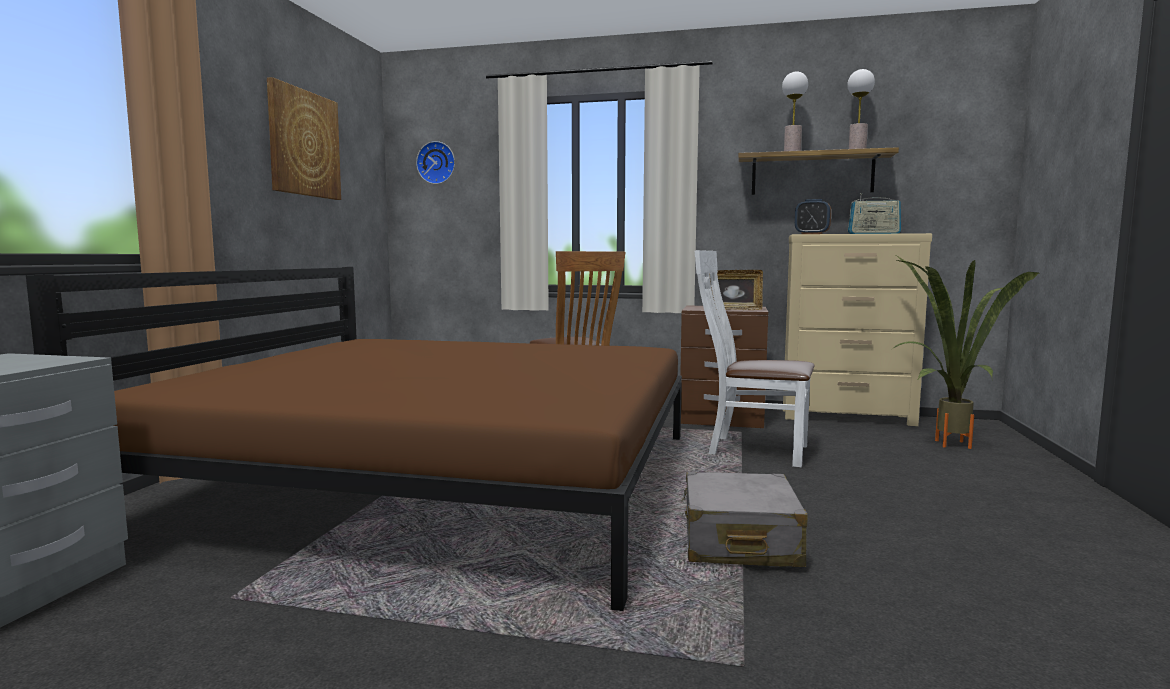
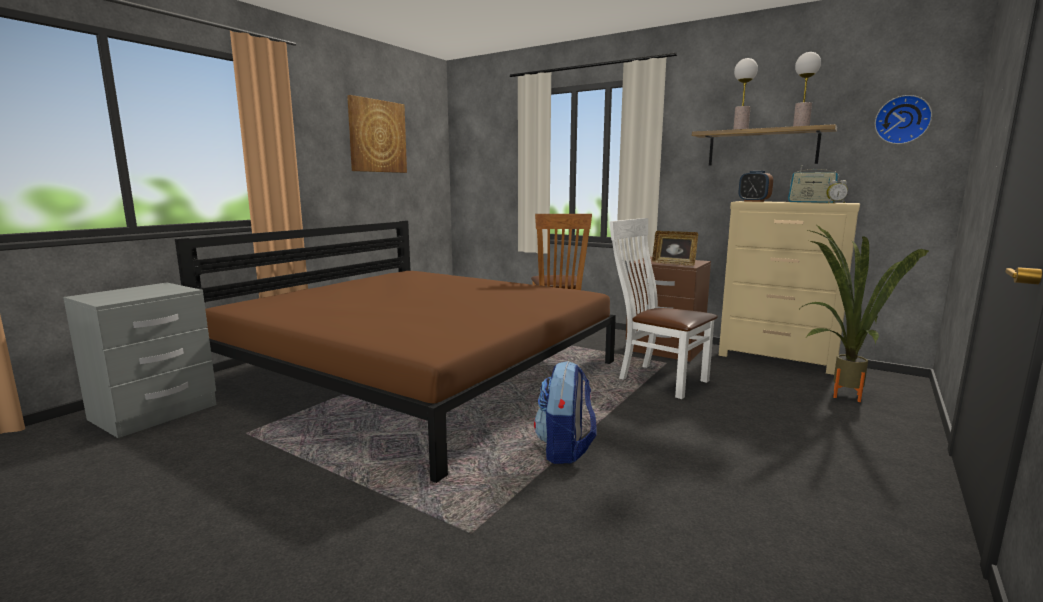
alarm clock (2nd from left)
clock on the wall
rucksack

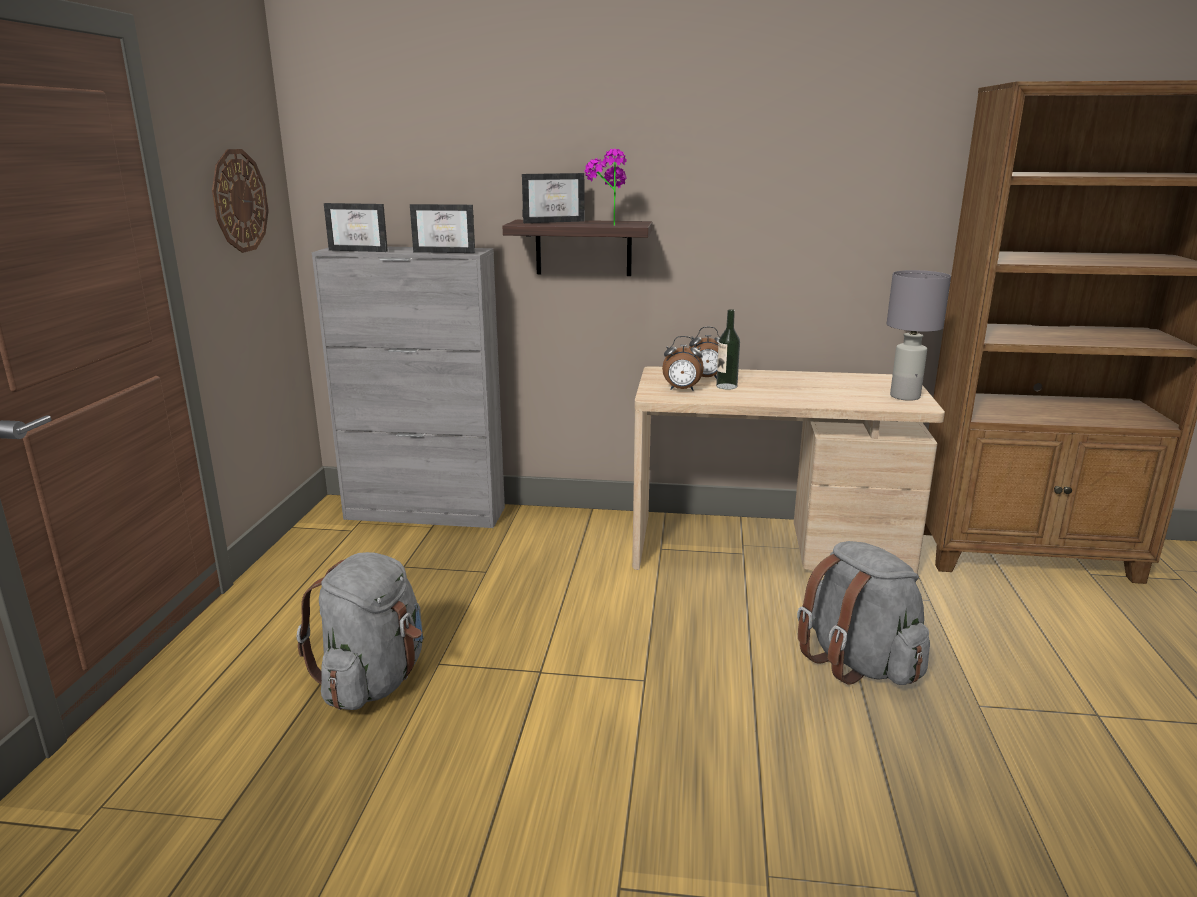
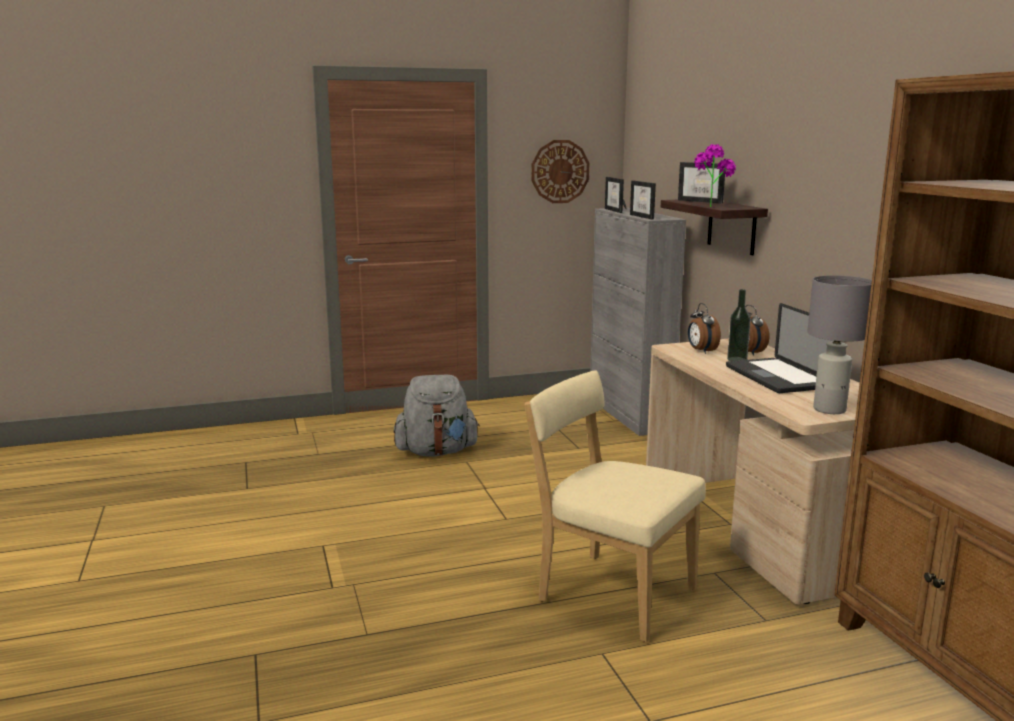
notebook computer
beige chair

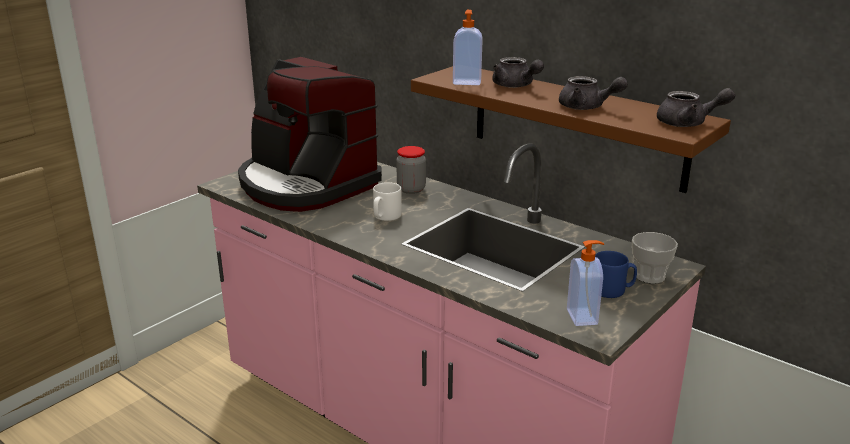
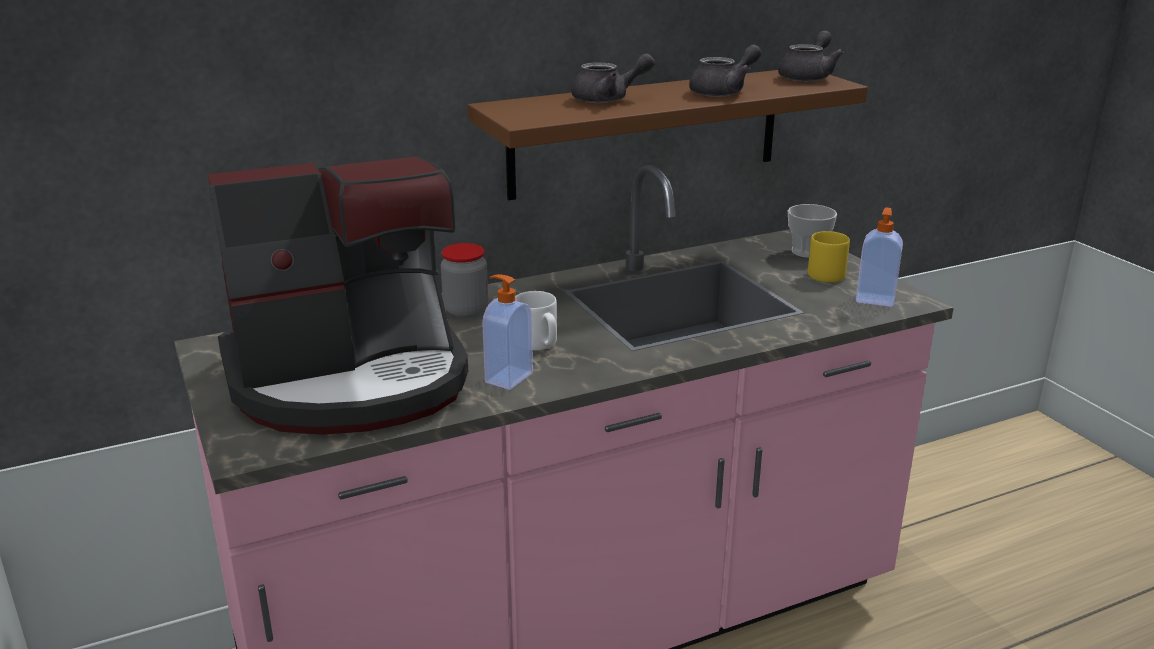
liquid soap bottle (1st from left)
yellowish tea mug

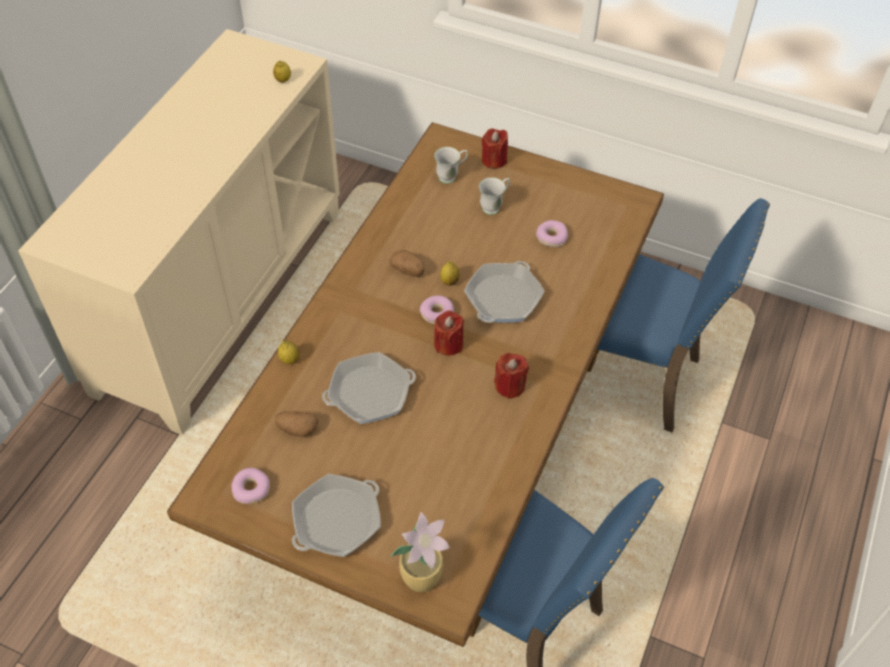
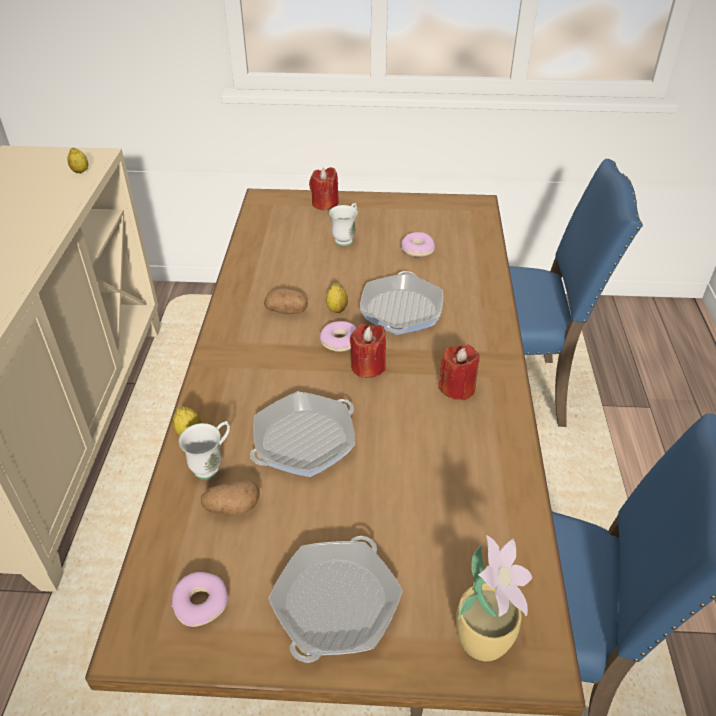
white-coloured tea mug (1st from left)

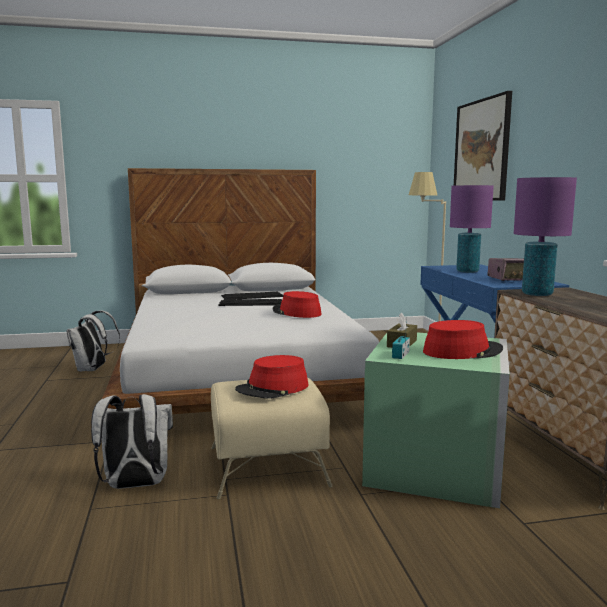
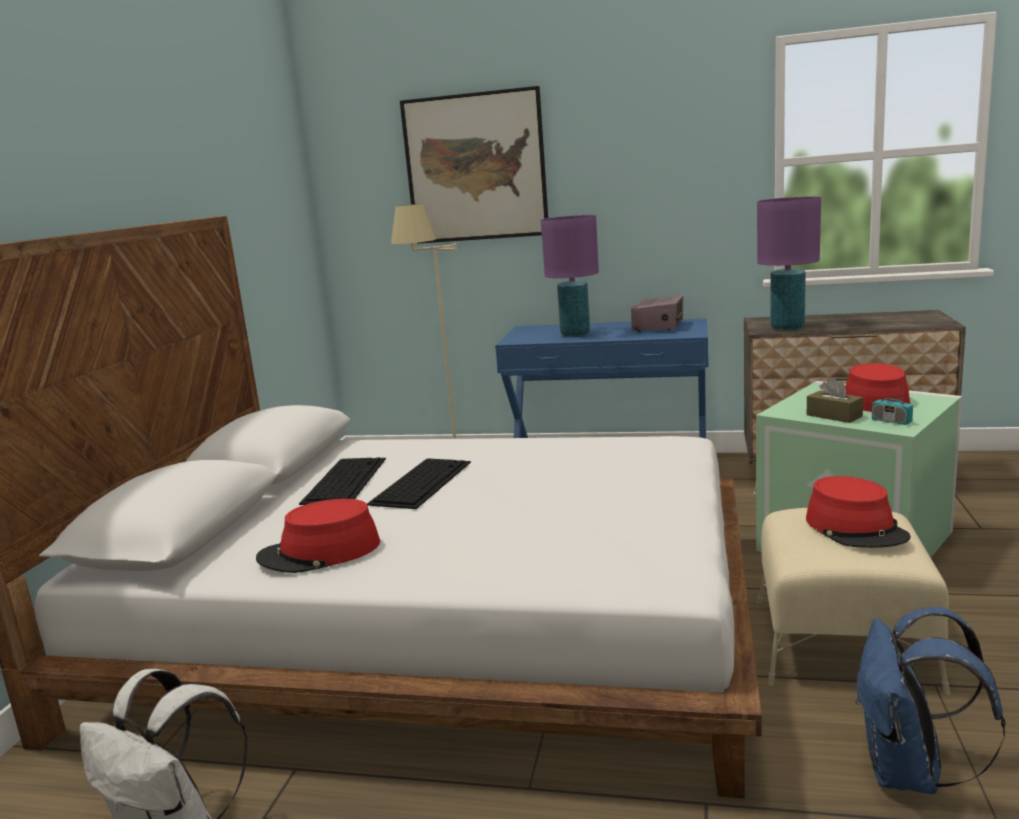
red-coloured clothing hat (1st from left)
blue-coloured rucksack

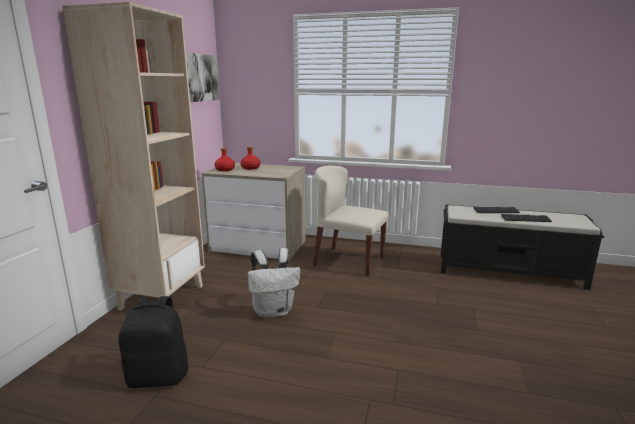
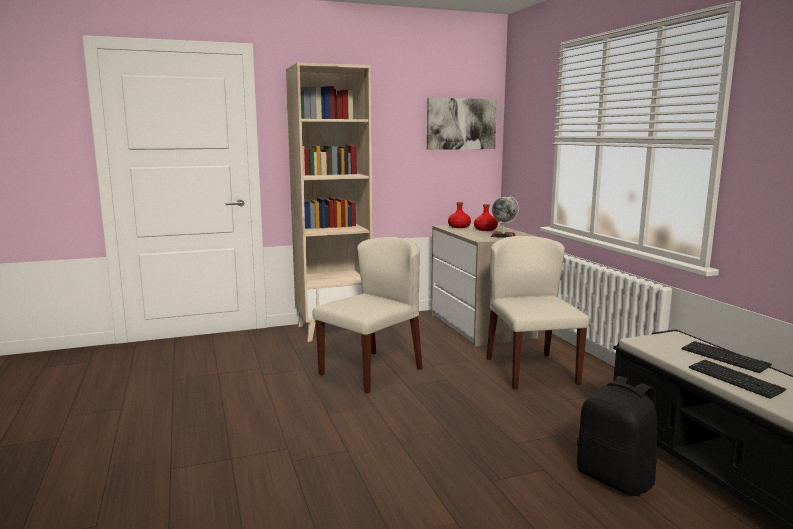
world globe
black-coloured rucksack
beige chair (1st from left)

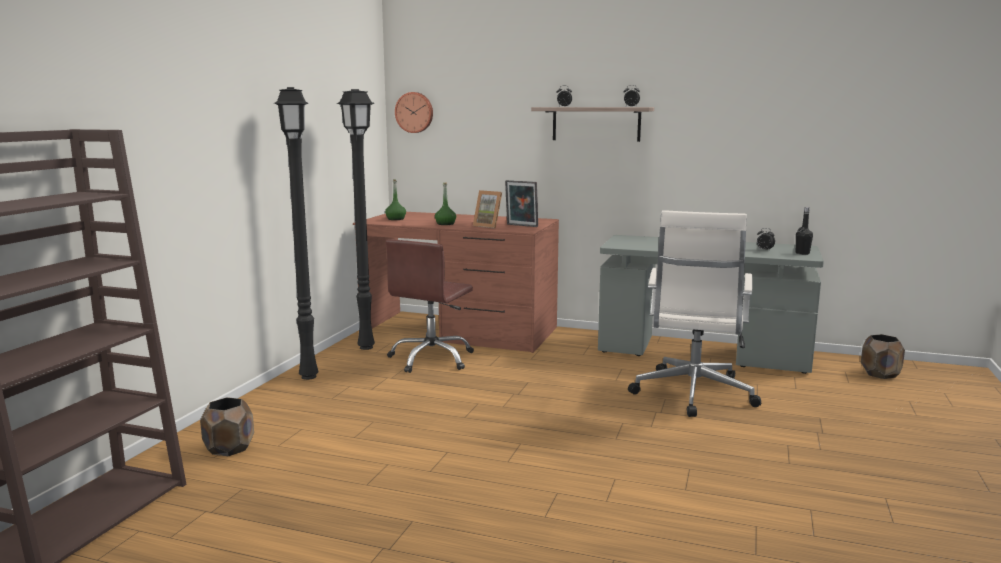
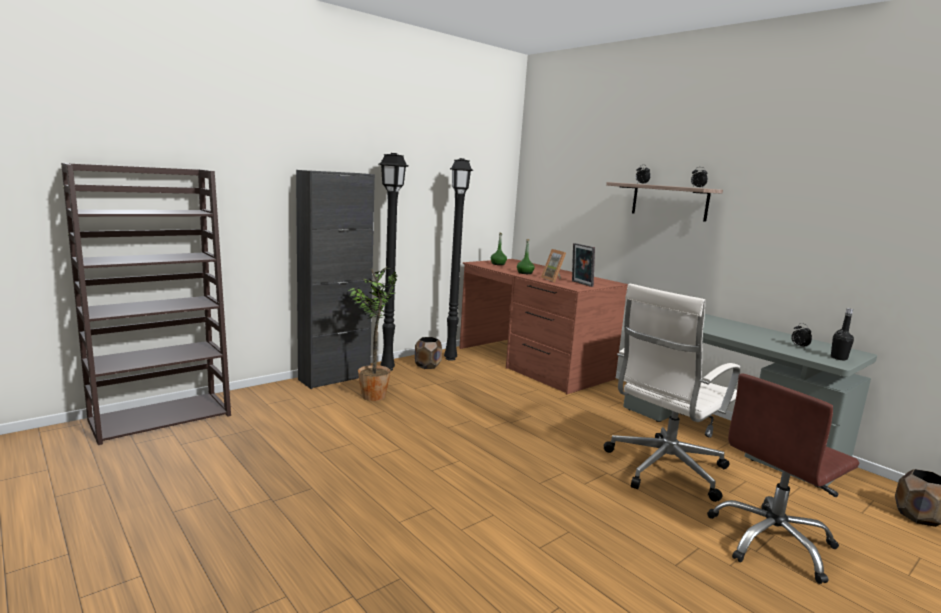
clock on the wall
black-coloured storage cabinet
houseplant
brown-coloured flower pot (1st from left)
brown-coloured office chair

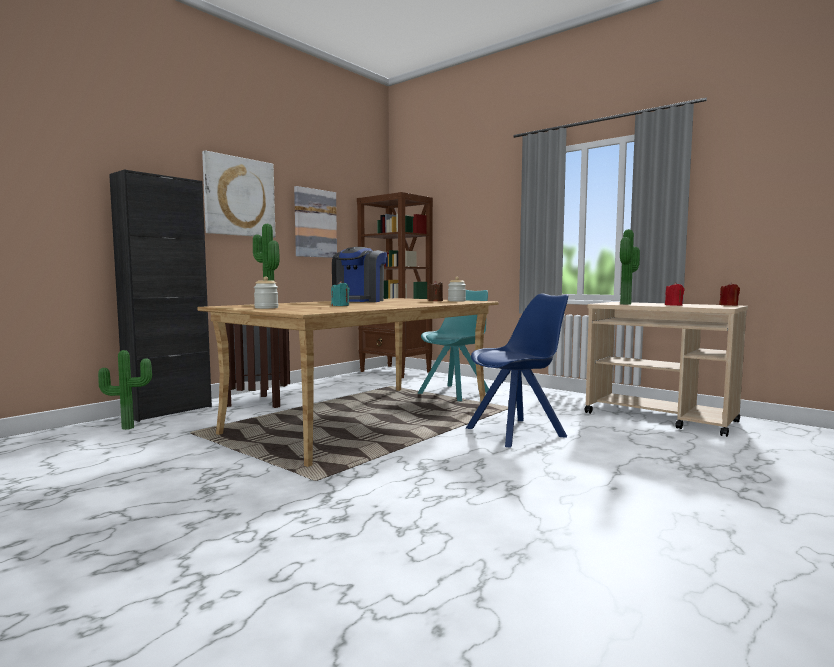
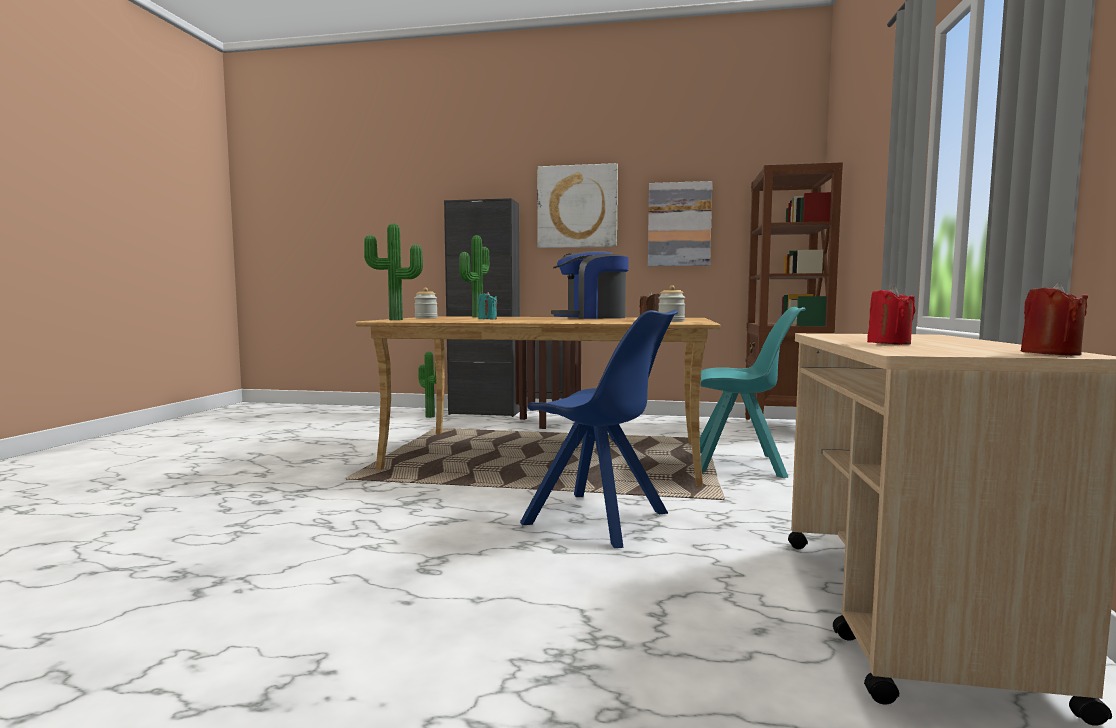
houseplant (1st from left)

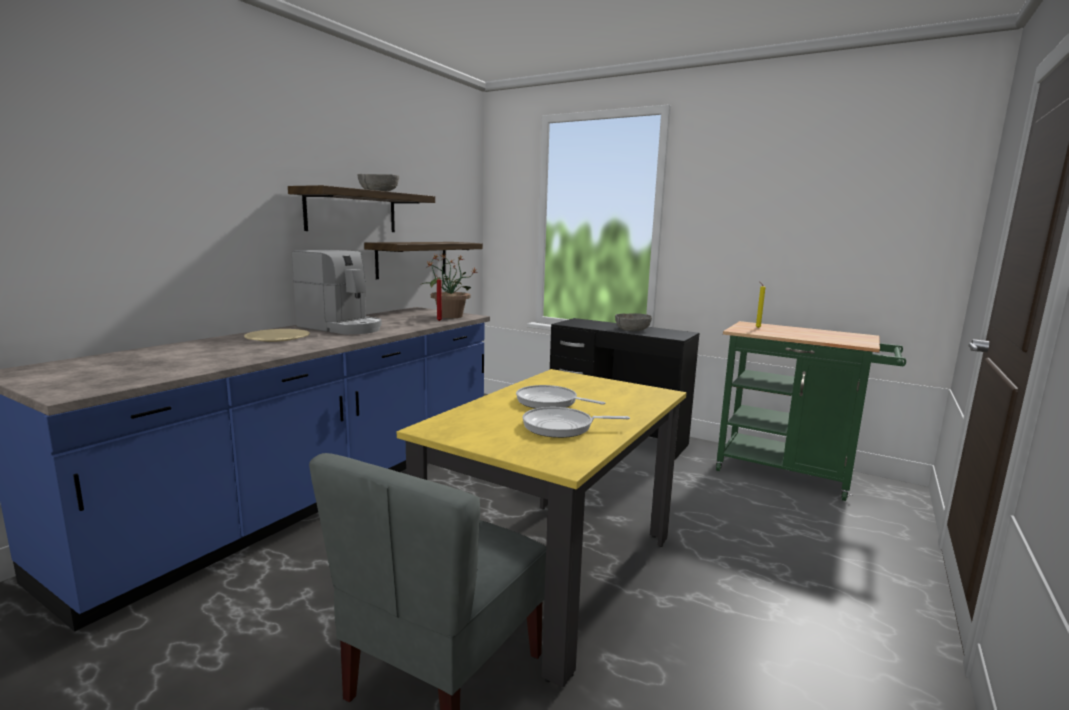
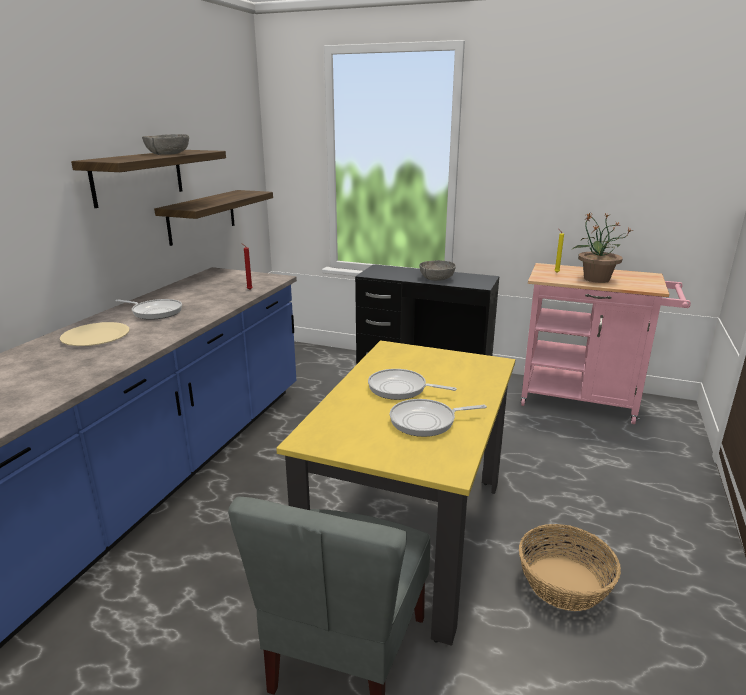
storage basket
houseplant
pan (1st from left)
pink-coloured wheeled cart

